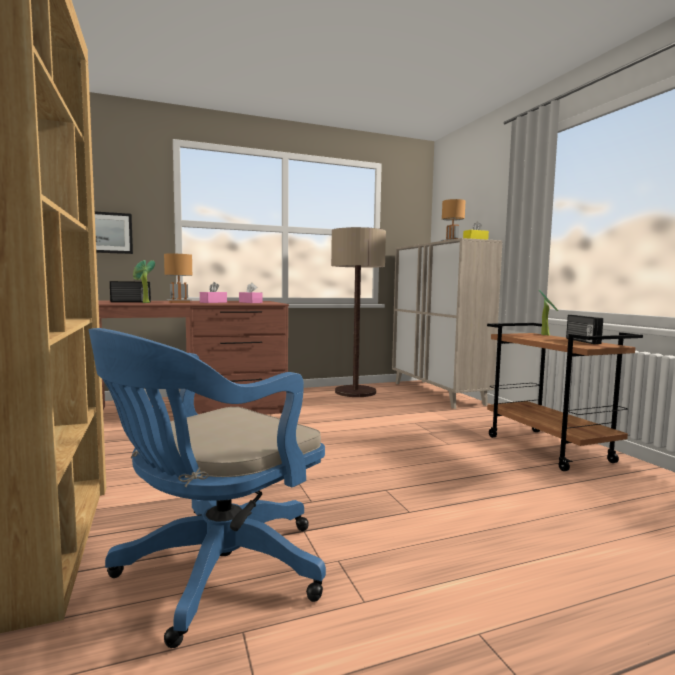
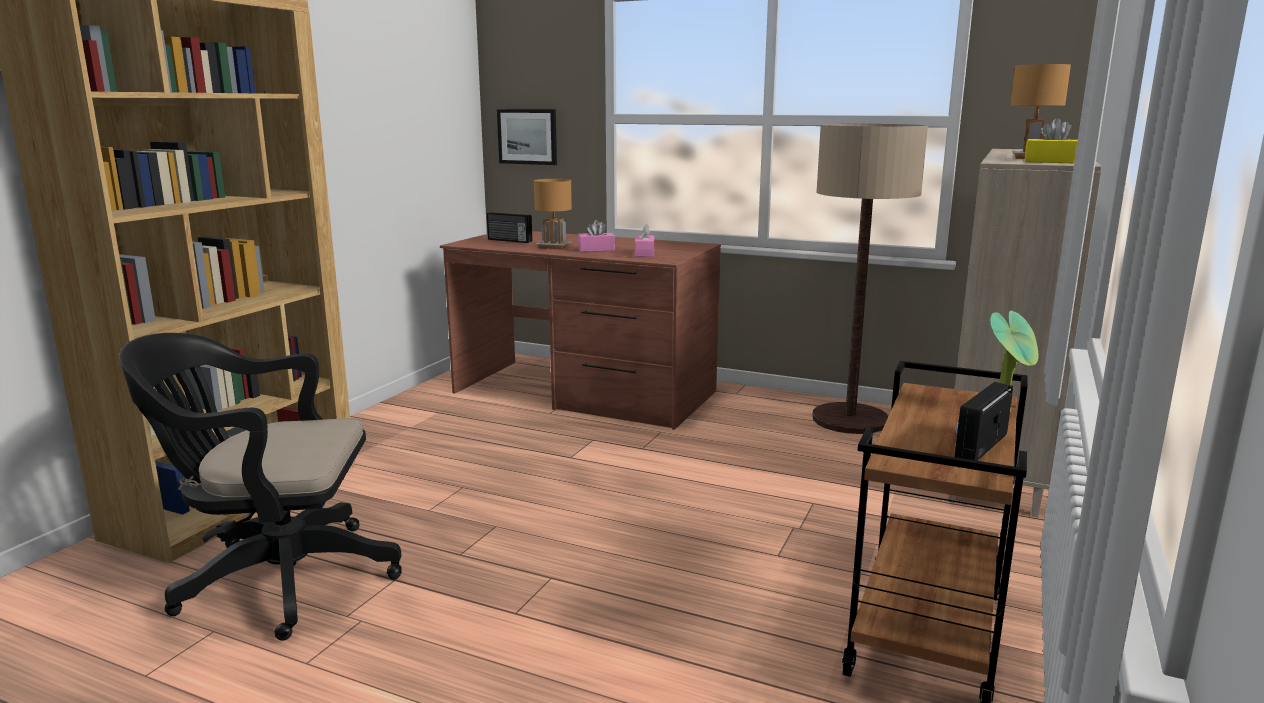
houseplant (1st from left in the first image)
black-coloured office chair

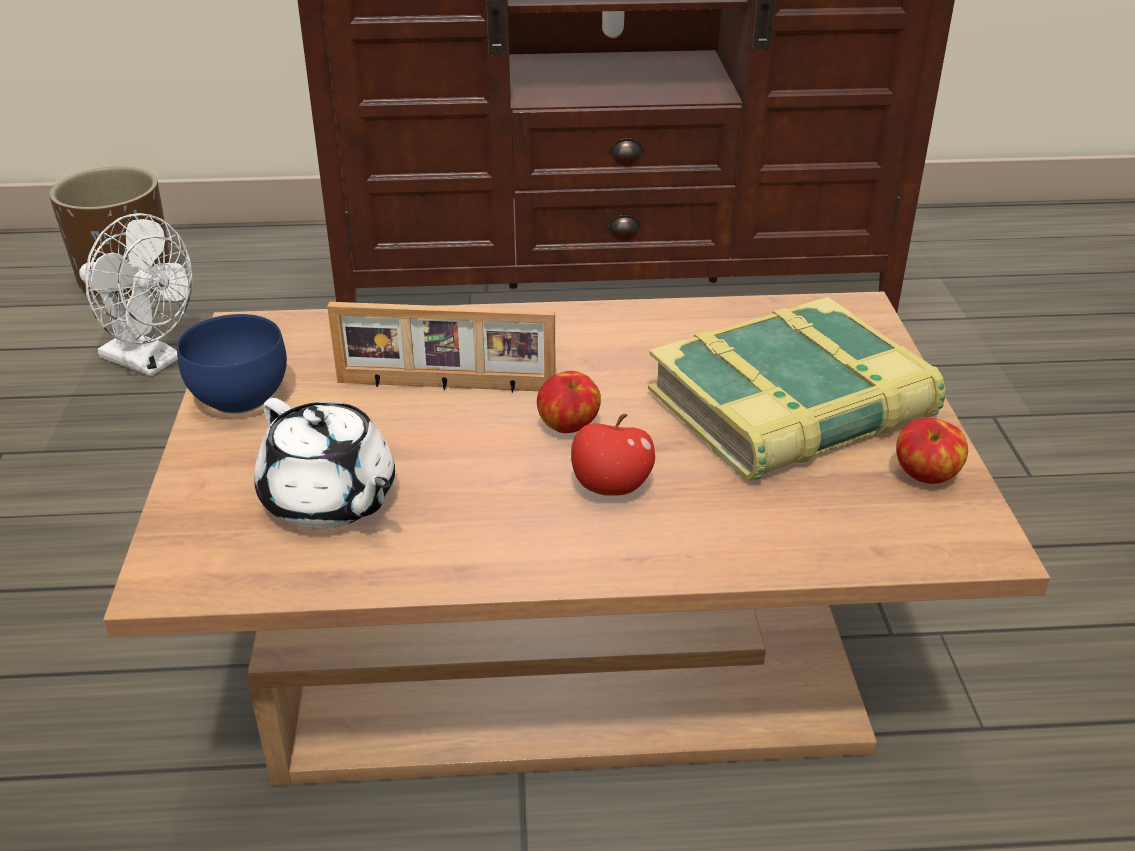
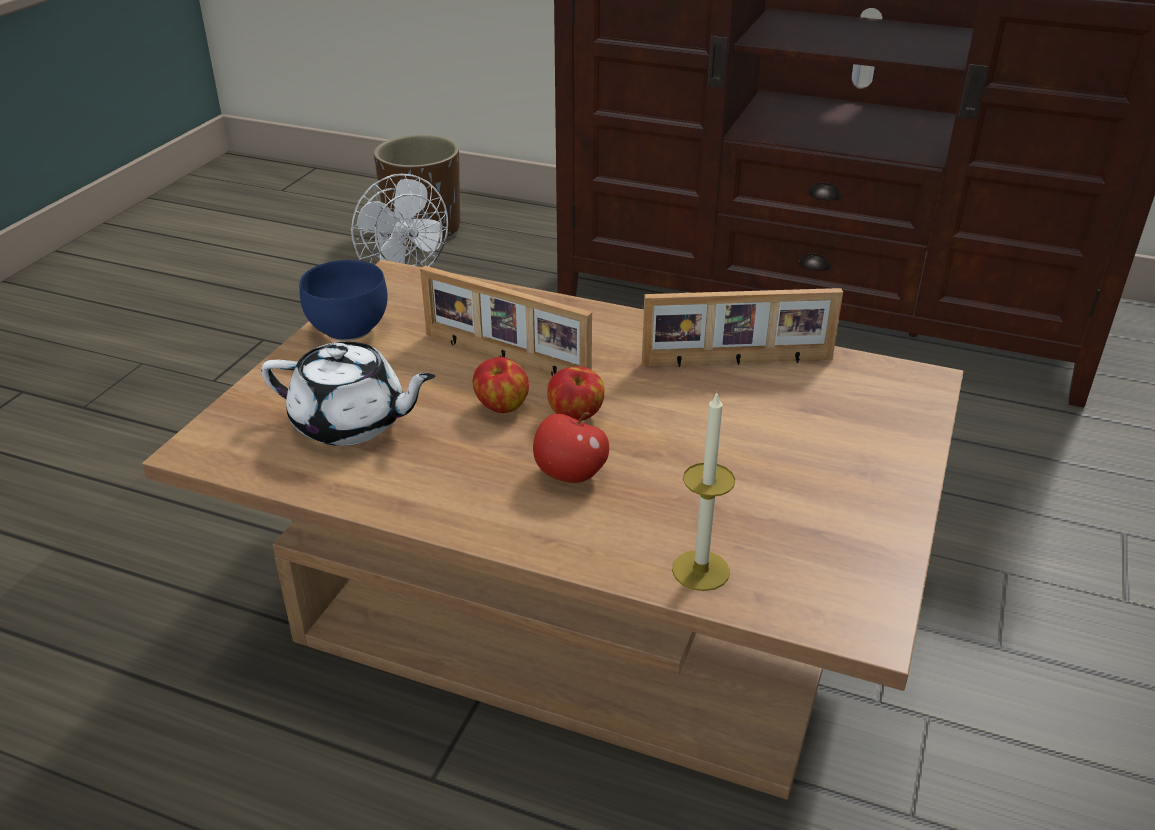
volume
picture frame (2nd from left)
wax light
apple fruit (1st from left)
white-coloured tea pot

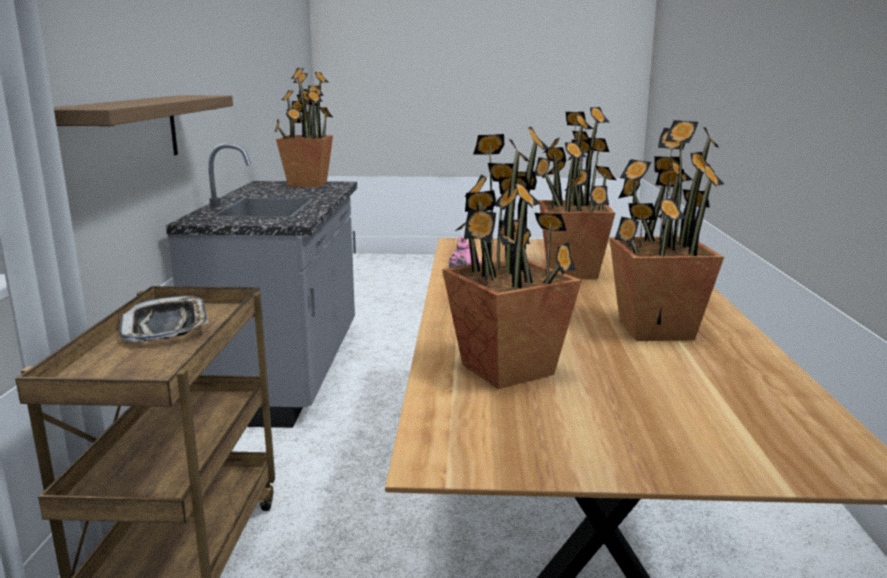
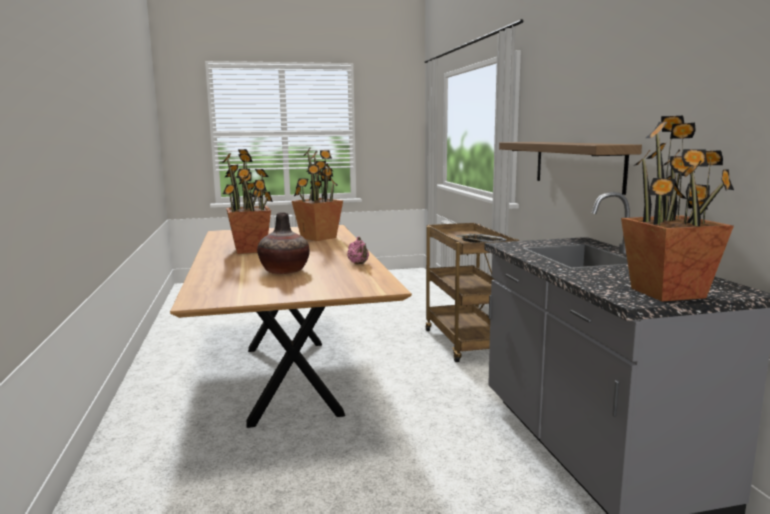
flower vase

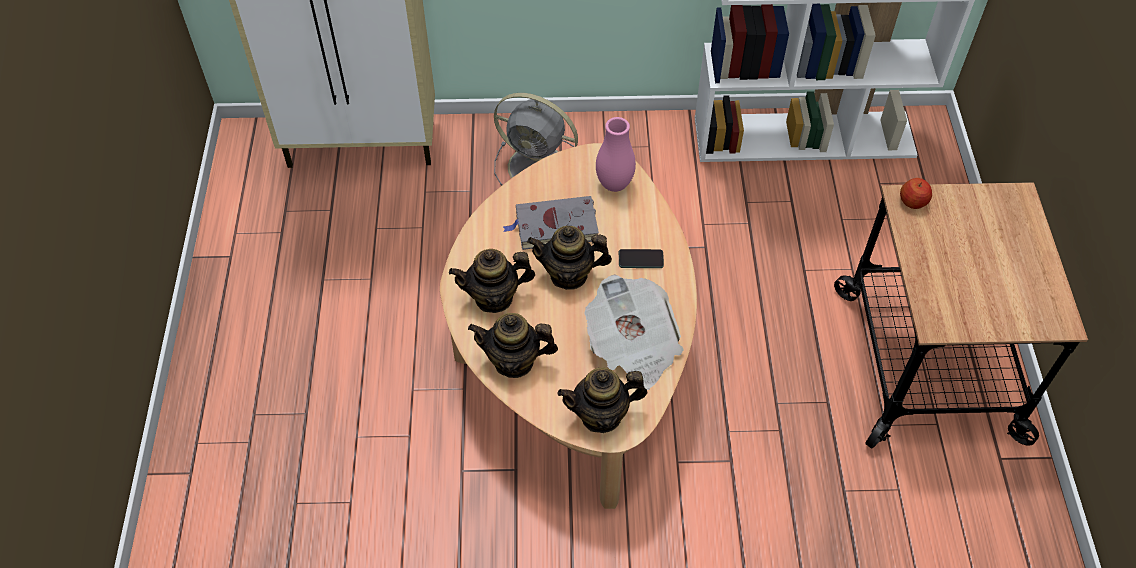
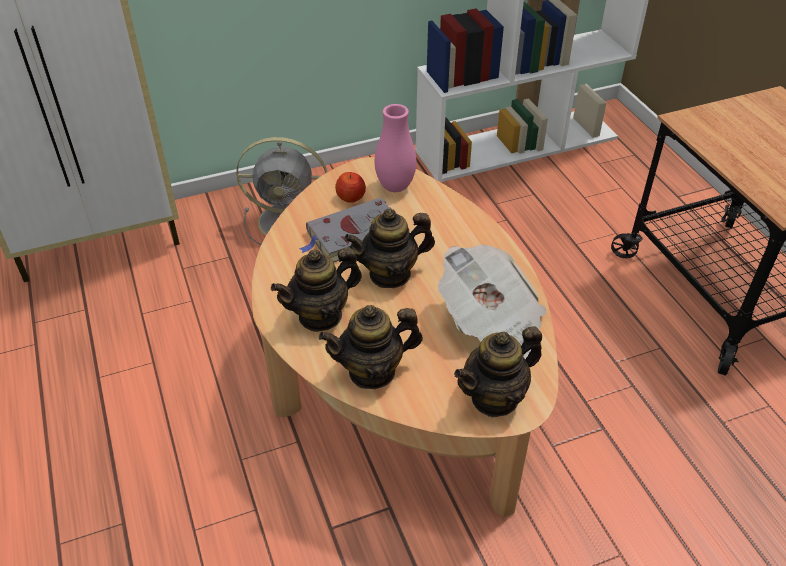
handset
apple fruit

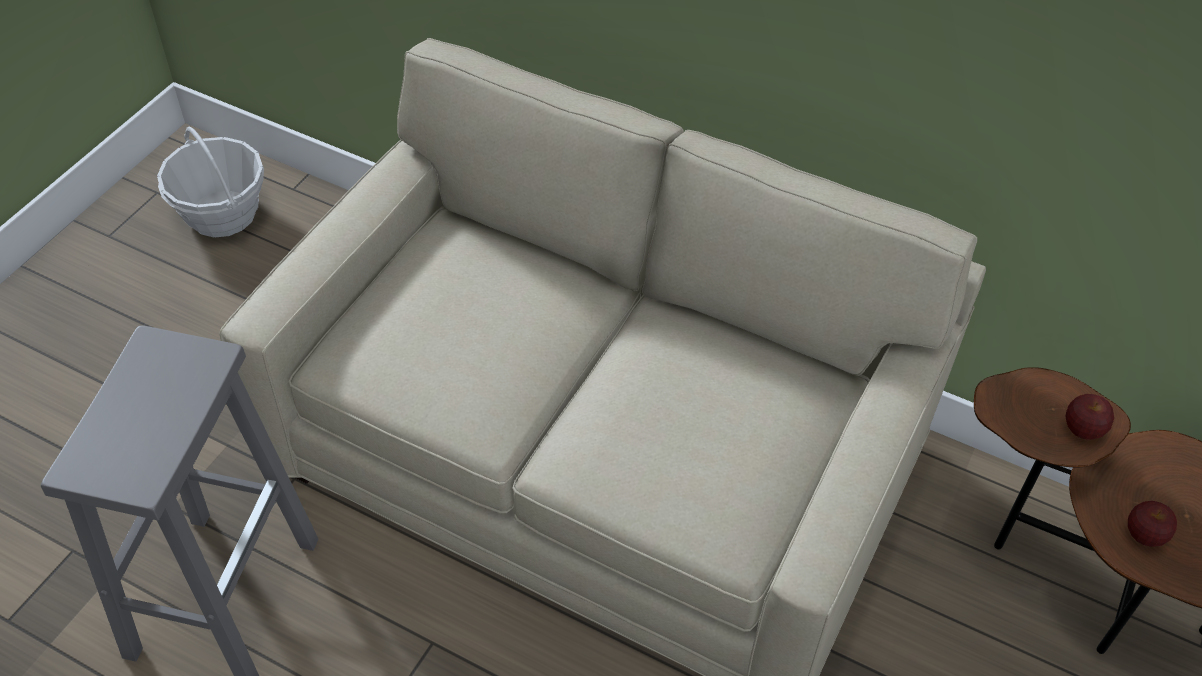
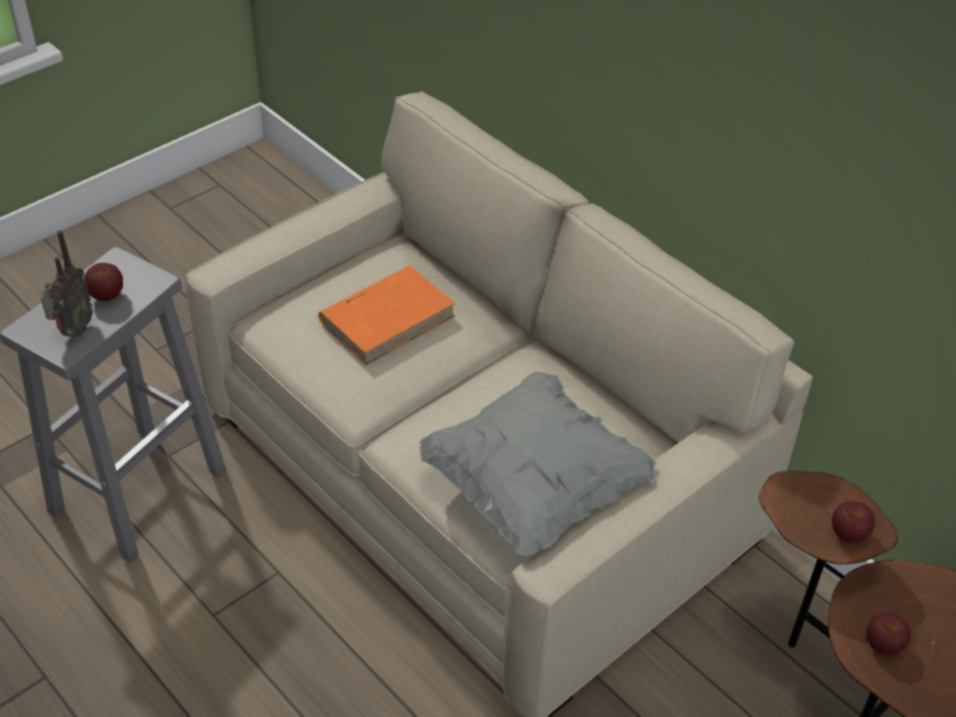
storage basket
radio set
apple fruit (1st from left)
orange volume
greyish throw pillow

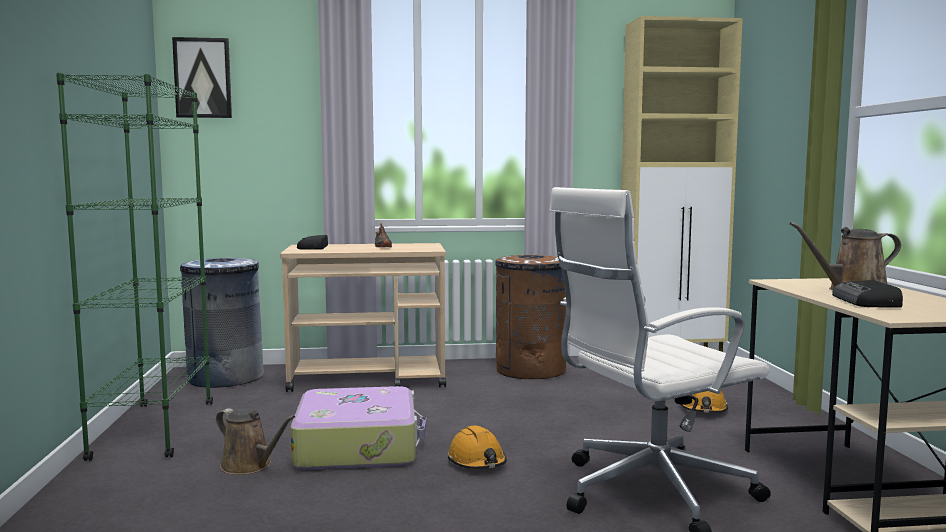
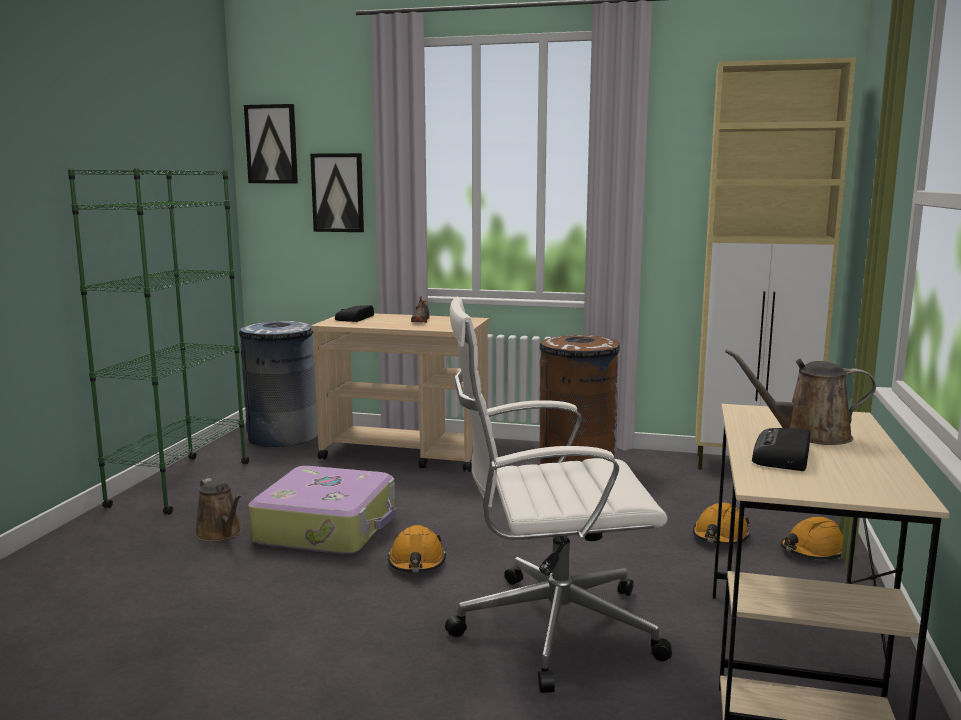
picture (2nd from left)
orange work helmet (3rd from left)

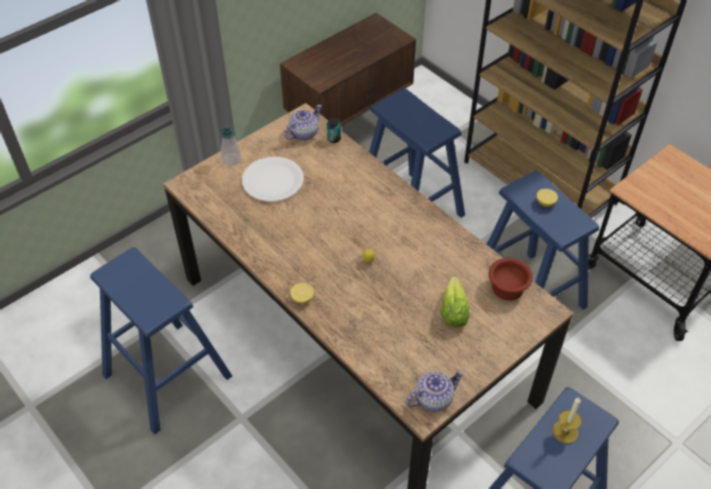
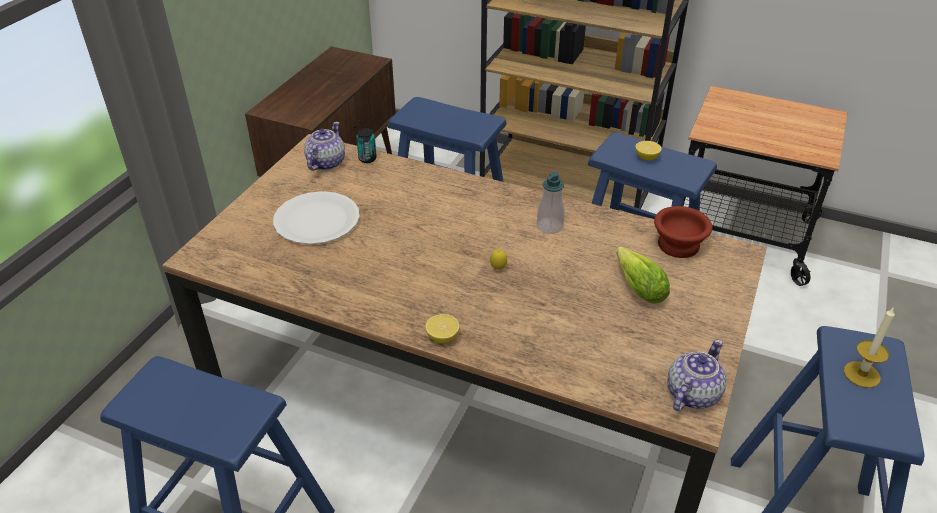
liquid soap bottle

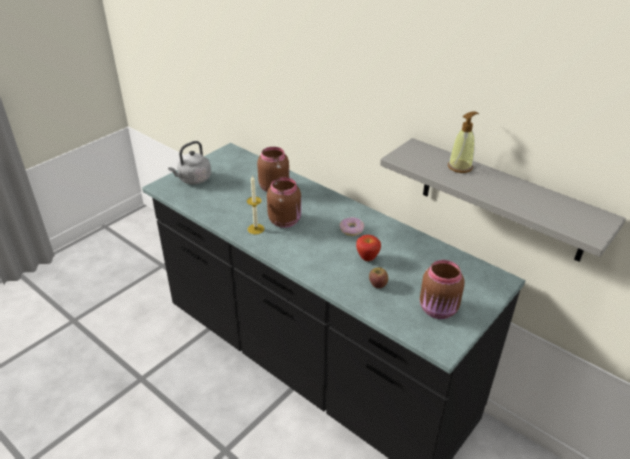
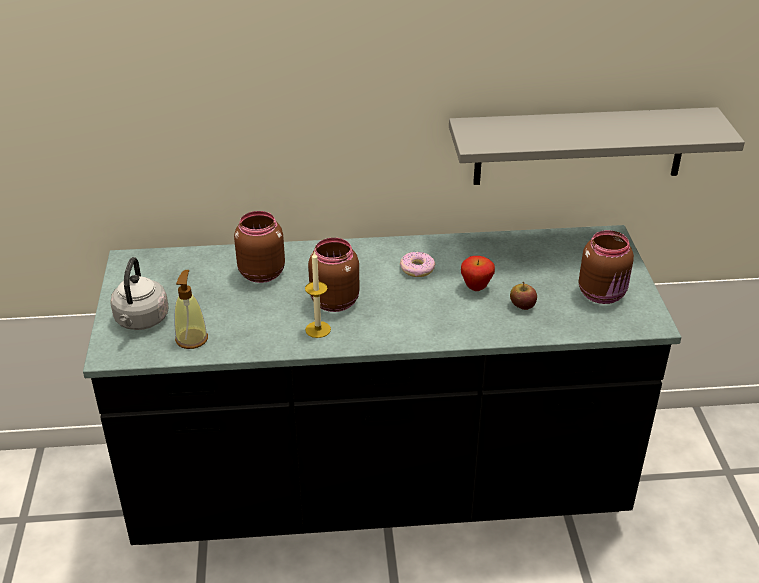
liquid soap bottle

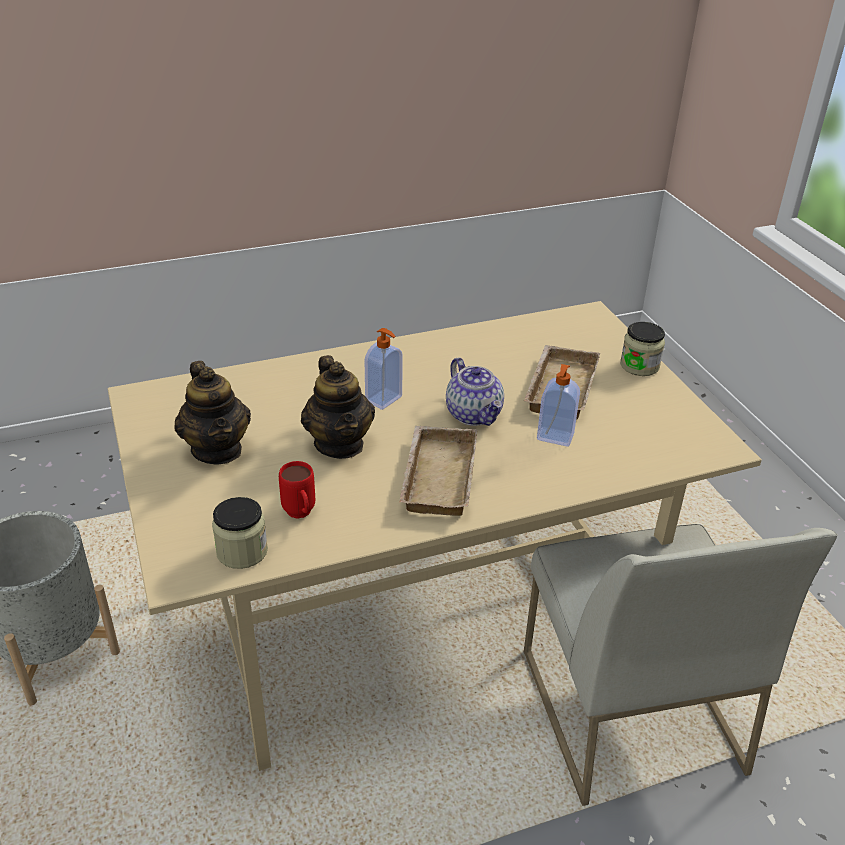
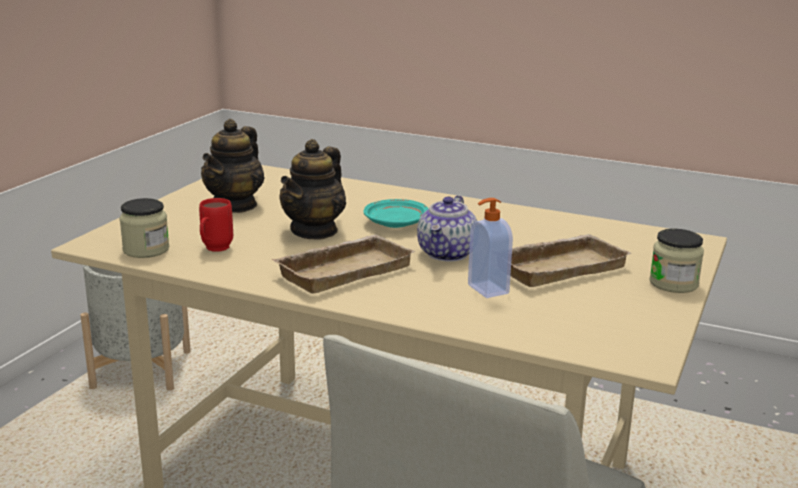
turquoise plate

